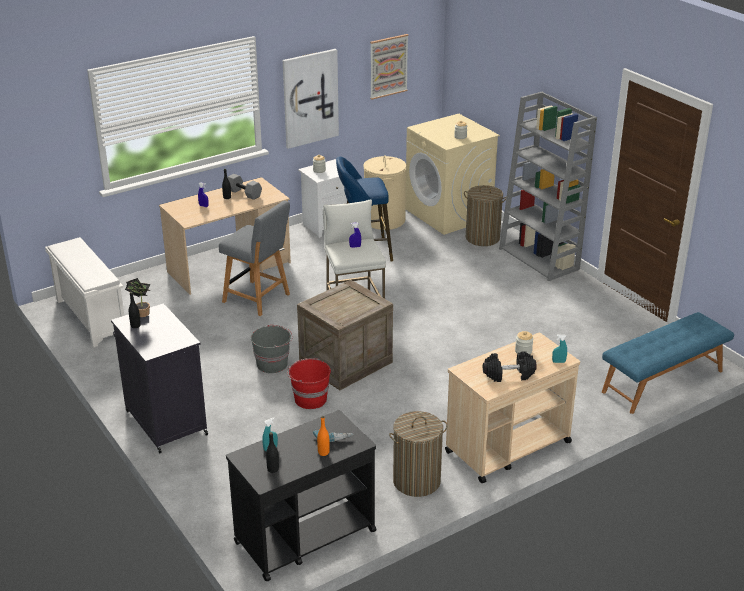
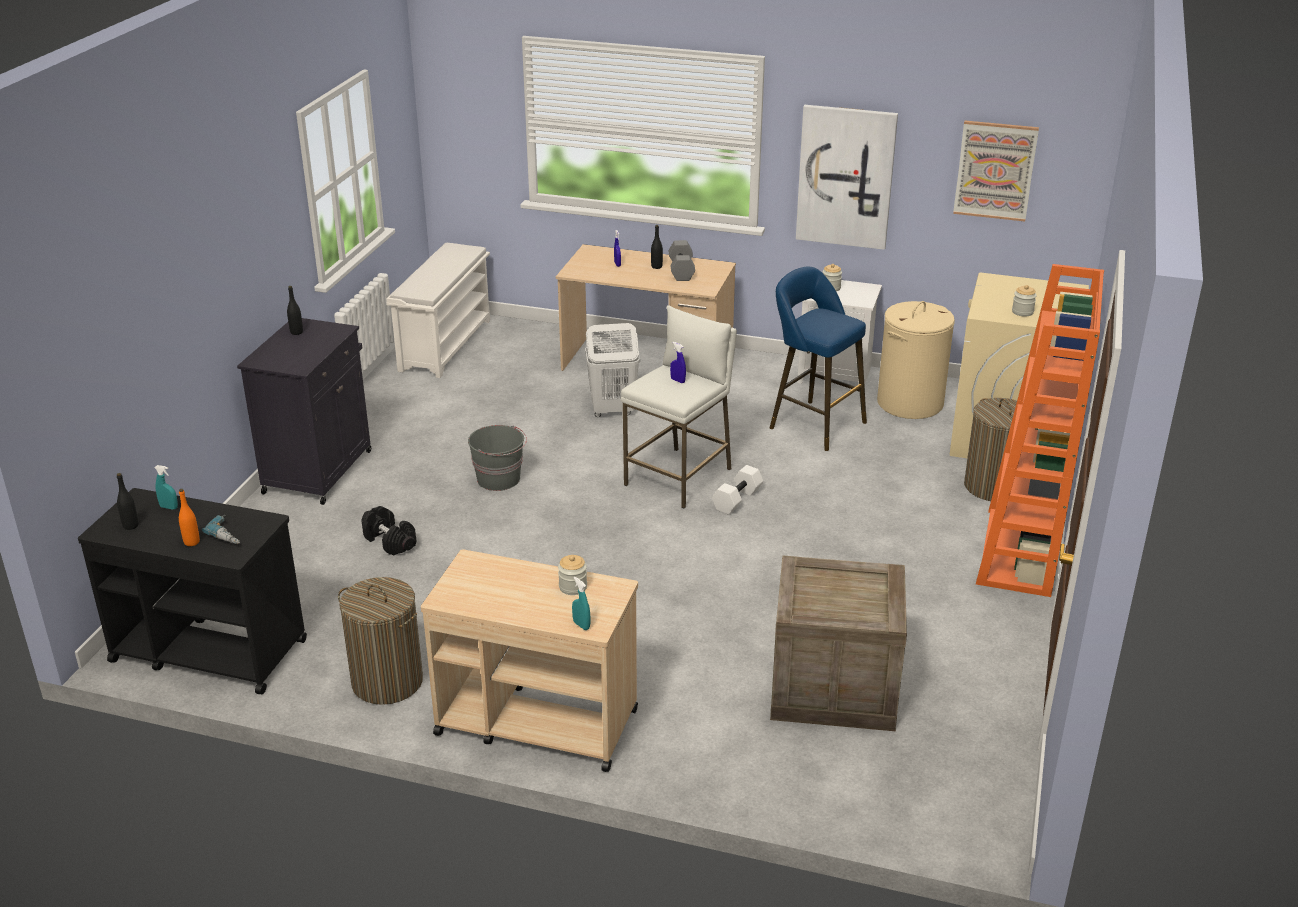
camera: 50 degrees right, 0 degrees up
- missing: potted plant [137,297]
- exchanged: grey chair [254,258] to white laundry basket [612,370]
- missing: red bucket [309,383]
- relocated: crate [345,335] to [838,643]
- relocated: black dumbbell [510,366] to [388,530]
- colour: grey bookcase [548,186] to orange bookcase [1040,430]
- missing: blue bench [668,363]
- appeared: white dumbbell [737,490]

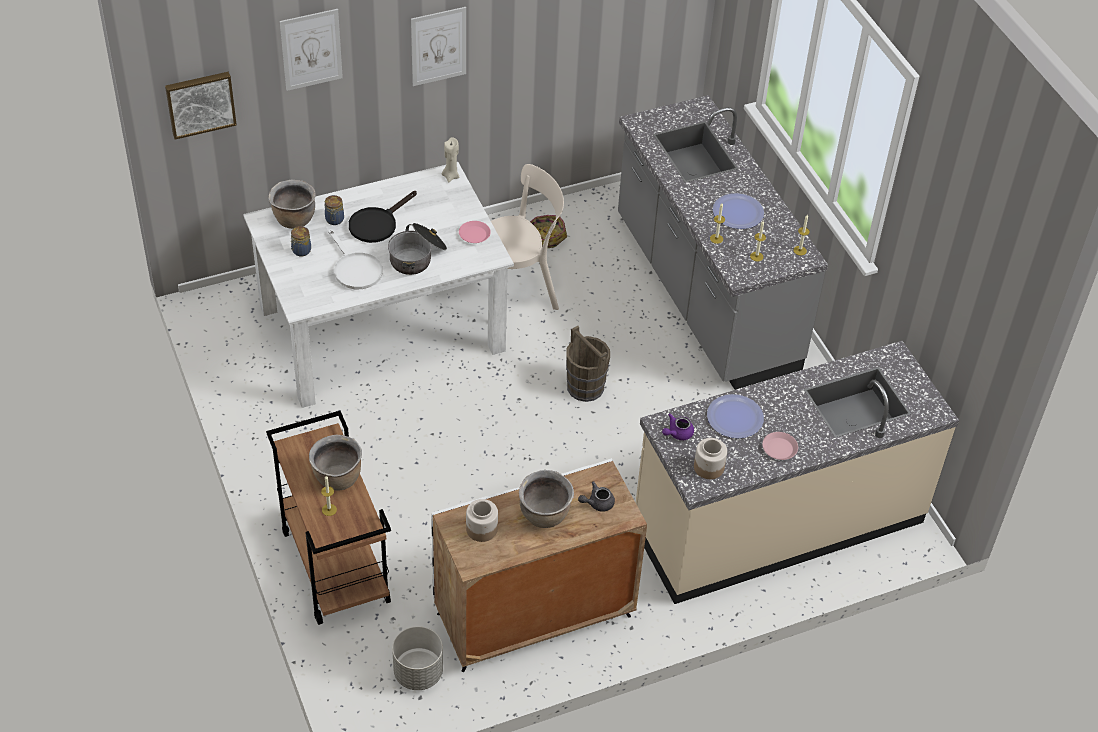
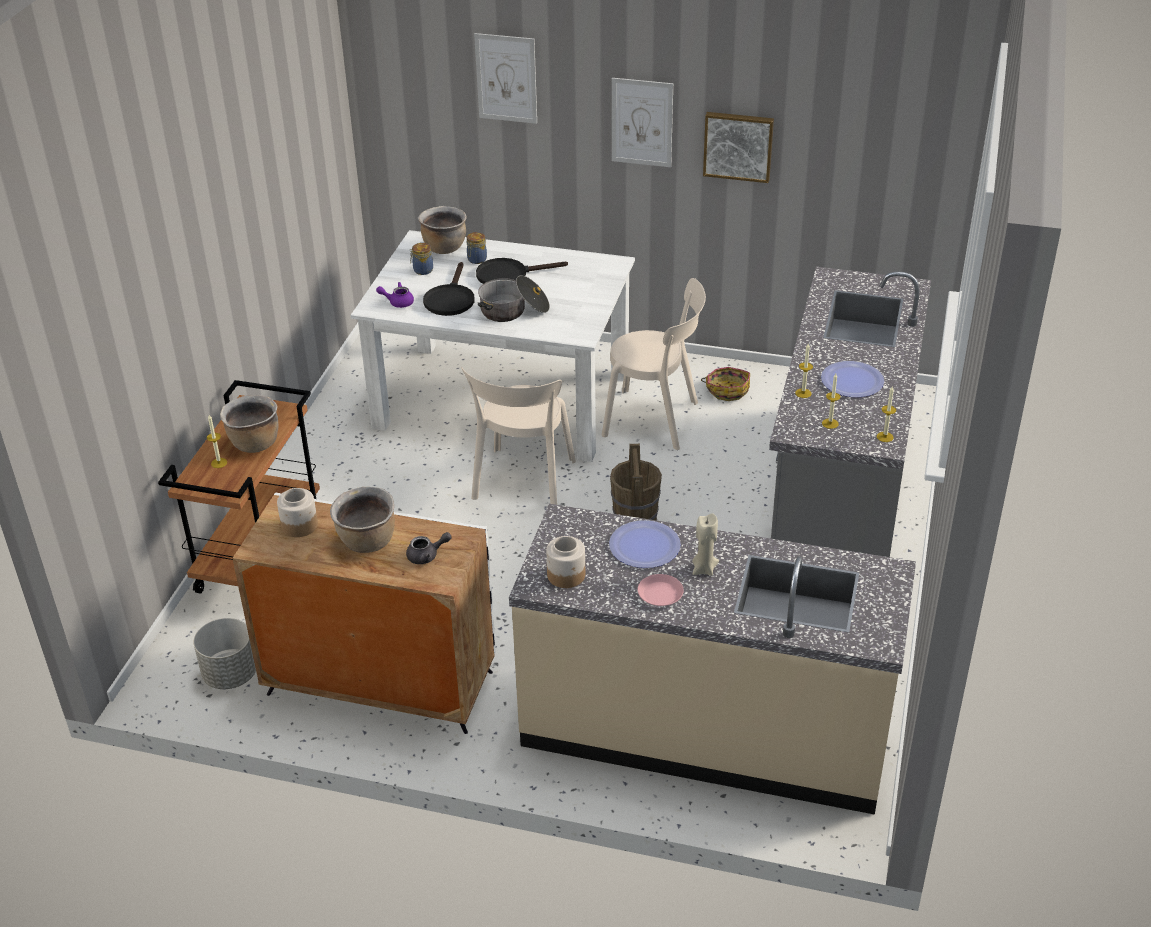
camera: 40 degrees right, 10 degrees down
- relocated: picture [201,106] to [738,147]
- colour: white frying pan [355,259] to black frying pan [448,289]
- relocated: beige candle [451,159] to [705,544]
- missing: pink plate [475,232]
- spun: grey teapot [596,496] = [429,548] 150 degrees clockwise
- relocated: purple teapot [678,426] to [395,295]
- appeared: beige chair [518,436]

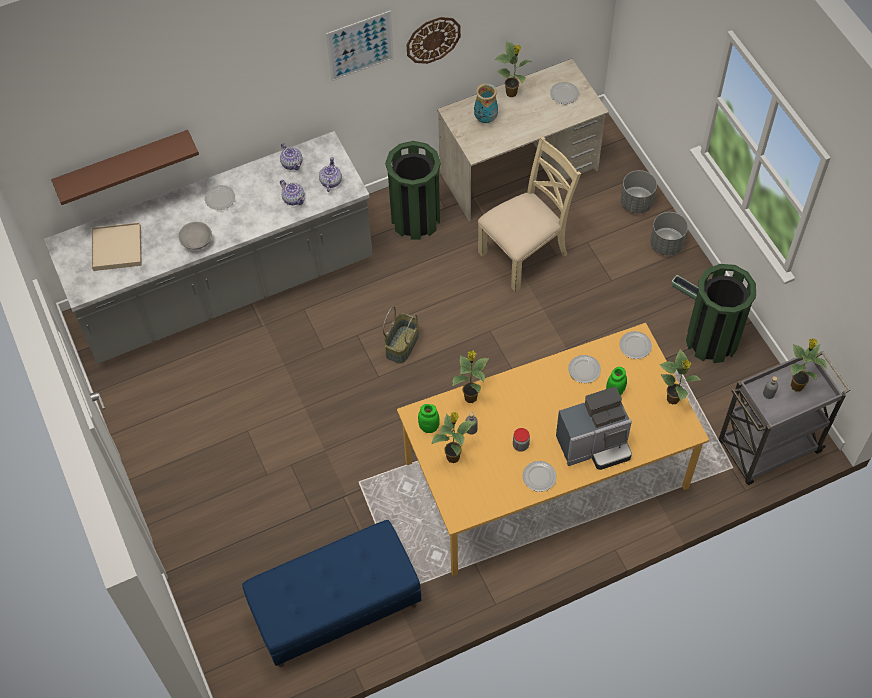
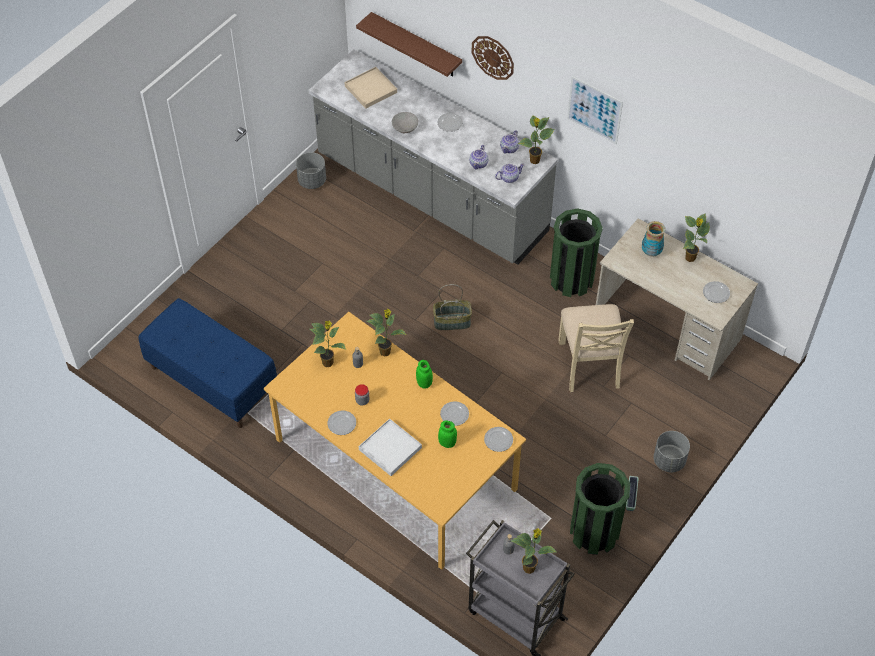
camera: 60 degrees right, 5 degrees down
- relocated: wall clock [434,40] to [493,58]
- relocated: green jar [429,418] to [424,374]
- spun: beige chair [529,214] = [596,348] 60 degrees clockwise
- exchanged: coffee machine [594,428] to white tray [390,447]
- relocated: grey planter [639,192] to [311,170]
- relocated: potted plant [680,376] to [536,139]

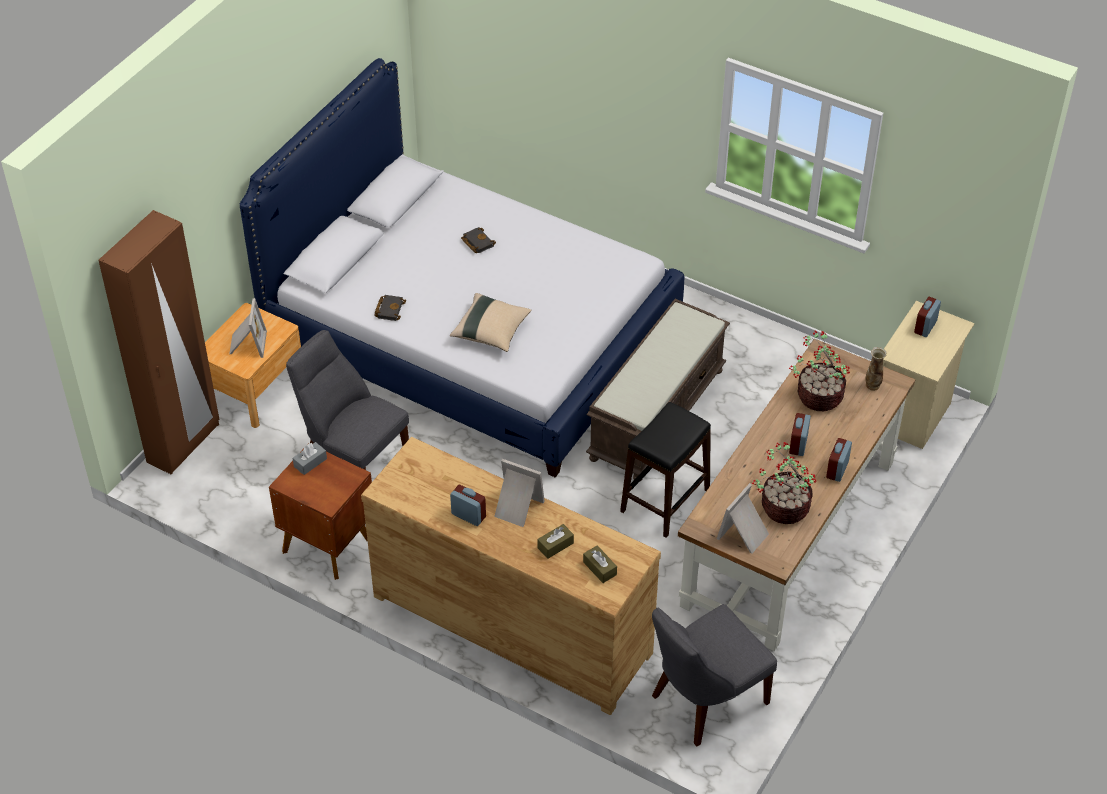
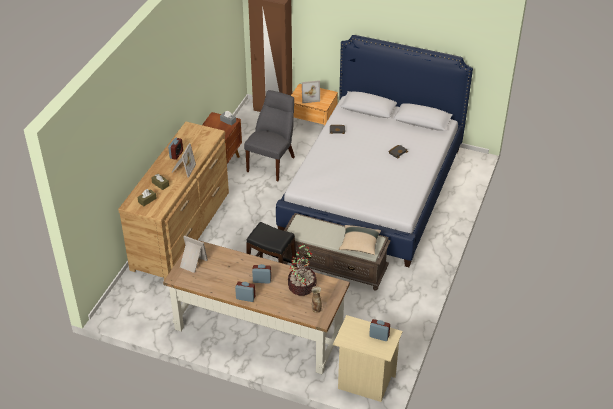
camera: 80 degrees right, 5 degrees down
- relocated: beige pillow [491,322] to [360,240]
- missing: grey chair [714,675]
- missing: potted plant [784,483]

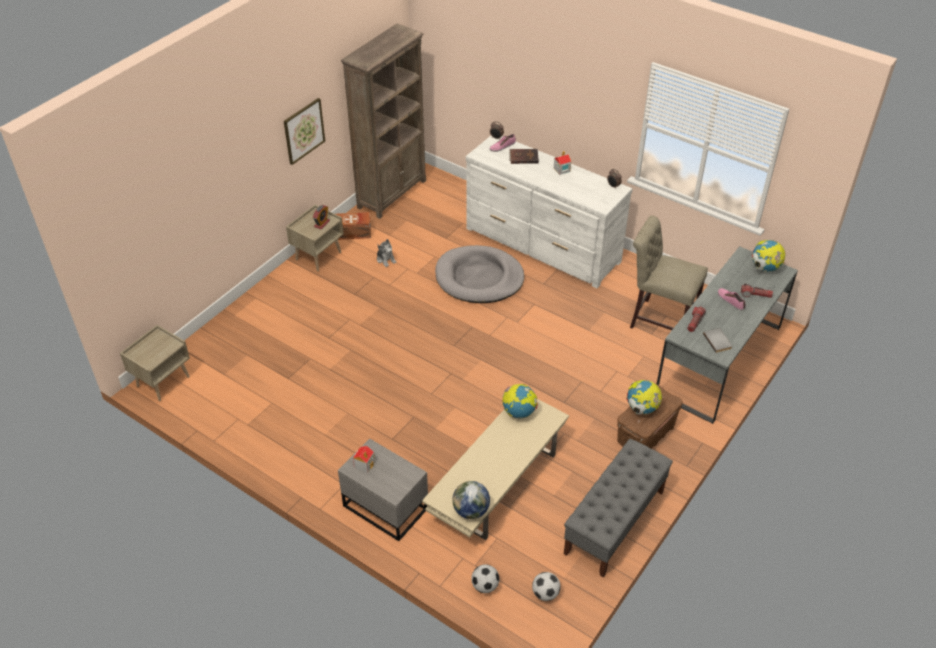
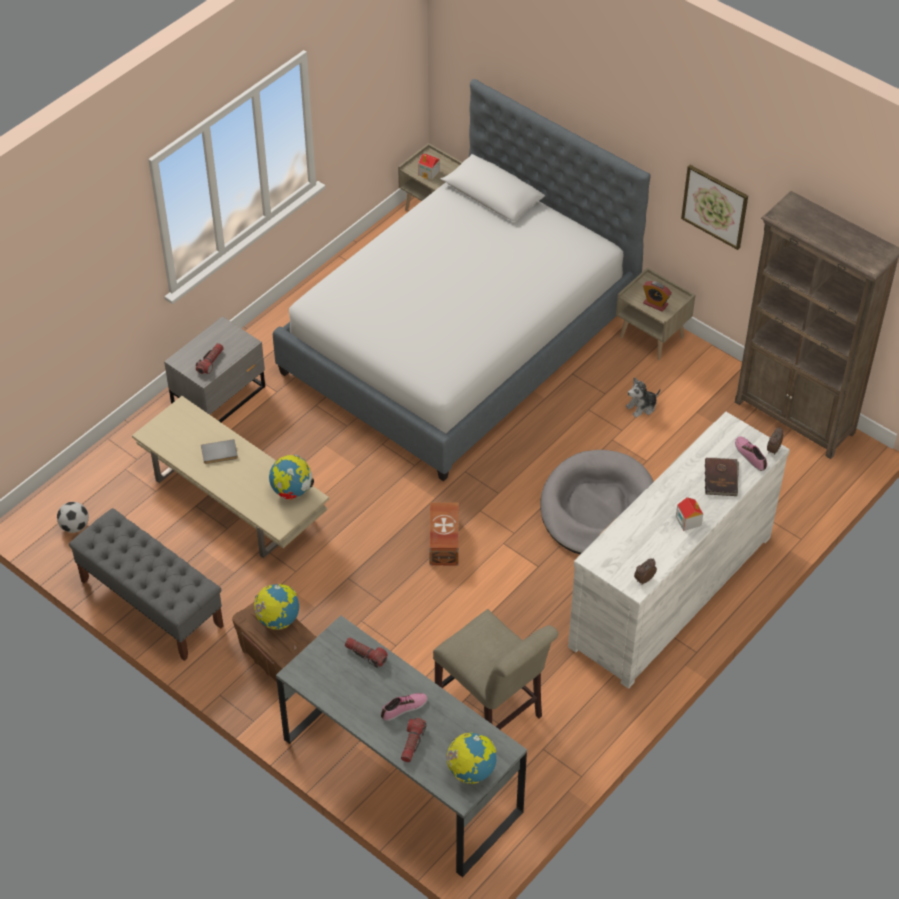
camera: 95 degrees right, 5 degrees up
- relocated: brown storage box [353,226] to [444,533]
- relocated: toy house [364,459] to [429,167]
- missing: globe [471,500]
- missing: football [485,578]
- spun: beige chair [669,272] = [495,669] 105 degrees clockwise
- relocated: grey book [717,340] to [219,451]
- appeared: flashlight [210,358]
- appeared: bed [462,280]

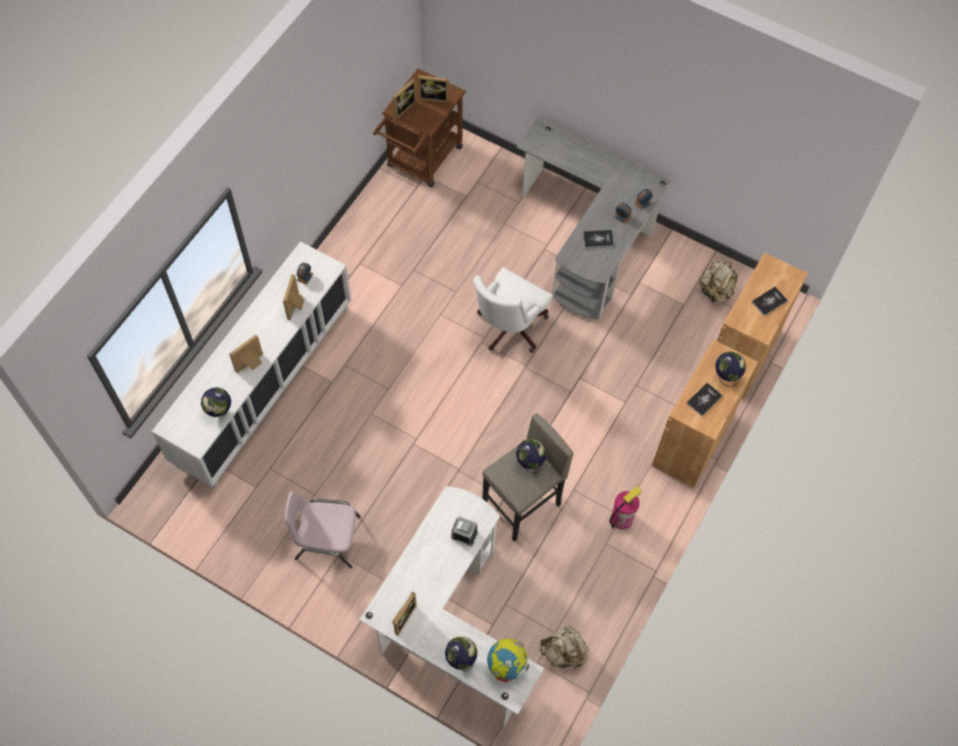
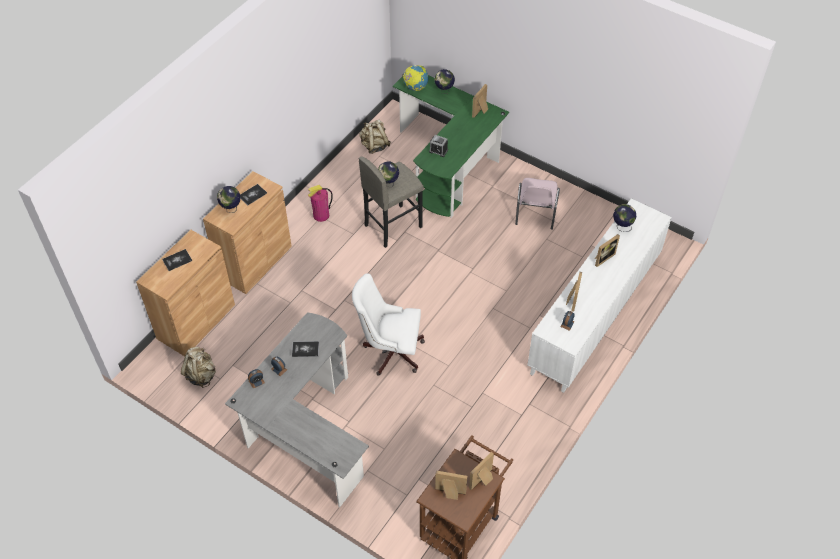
camera: 175 degrees left, 10 degrees down
- spun: pink chair [322,529] = [537,204] 90 degrees clockwise
- colour: white desk [451,607] to green desk [451,146]
- spun: white office chair [513,310] = [388,325] 120 degrees counterclockwise

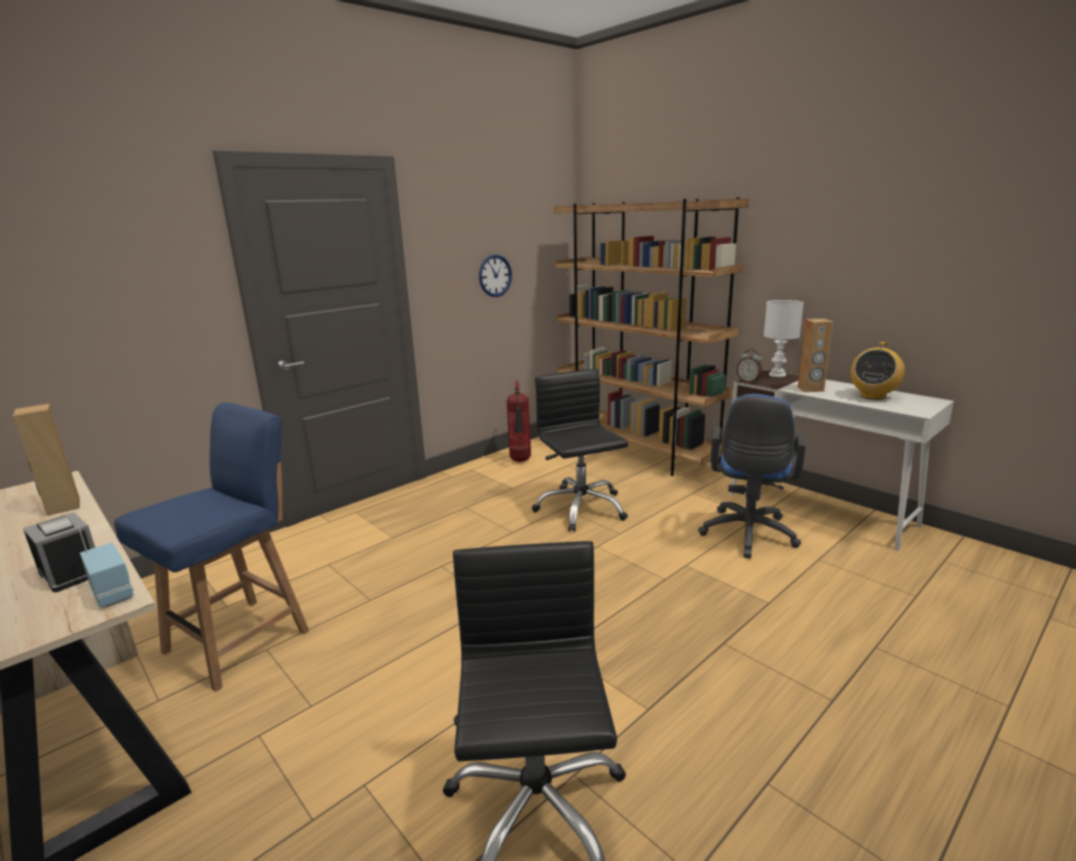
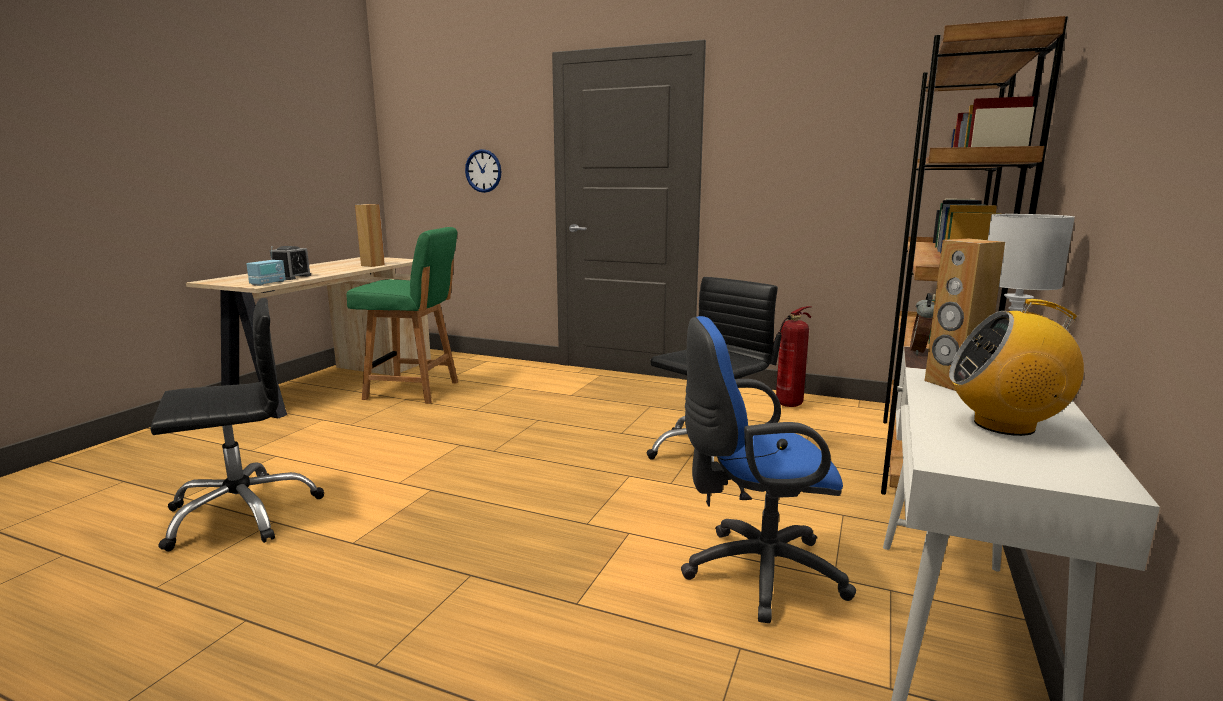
camera: 65 degrees right, 5 degrees down
- colour: blue chair [211,547] to green chair [402,315]
- relocated: wall clock [495,276] to [483,171]

